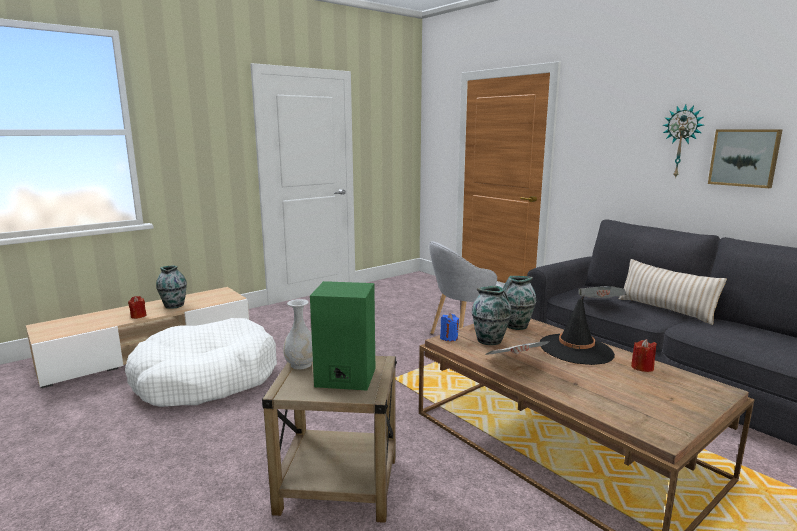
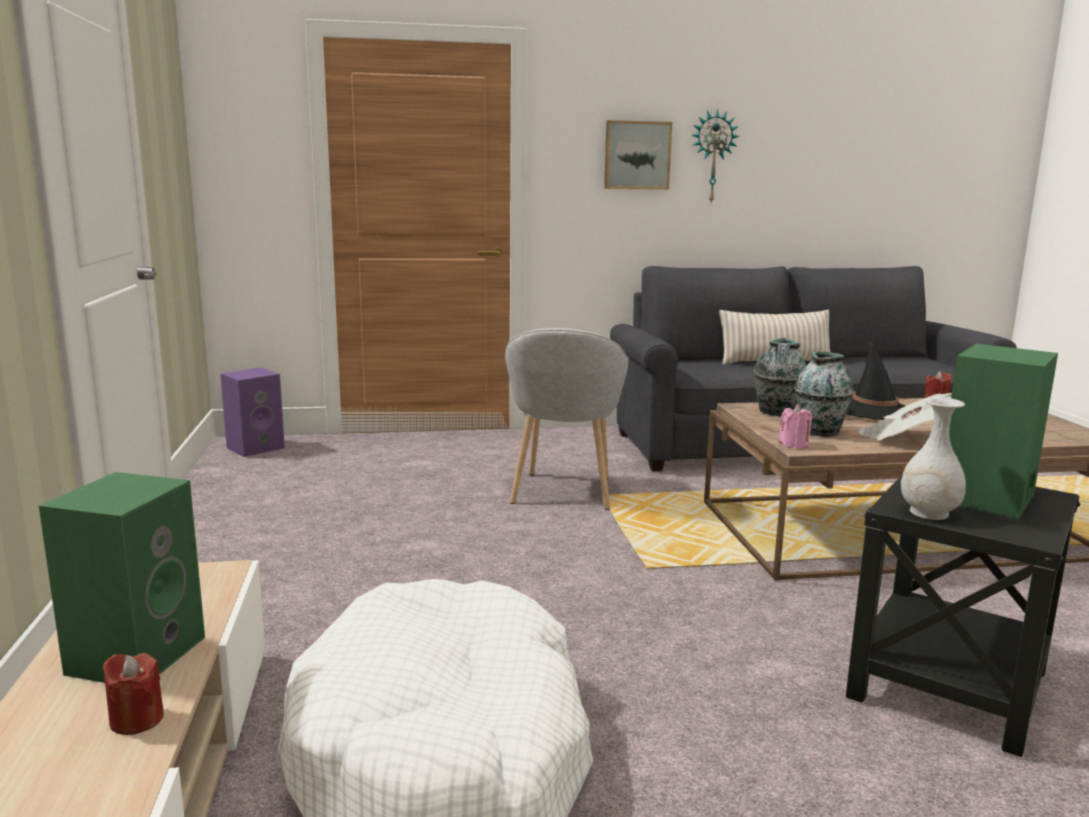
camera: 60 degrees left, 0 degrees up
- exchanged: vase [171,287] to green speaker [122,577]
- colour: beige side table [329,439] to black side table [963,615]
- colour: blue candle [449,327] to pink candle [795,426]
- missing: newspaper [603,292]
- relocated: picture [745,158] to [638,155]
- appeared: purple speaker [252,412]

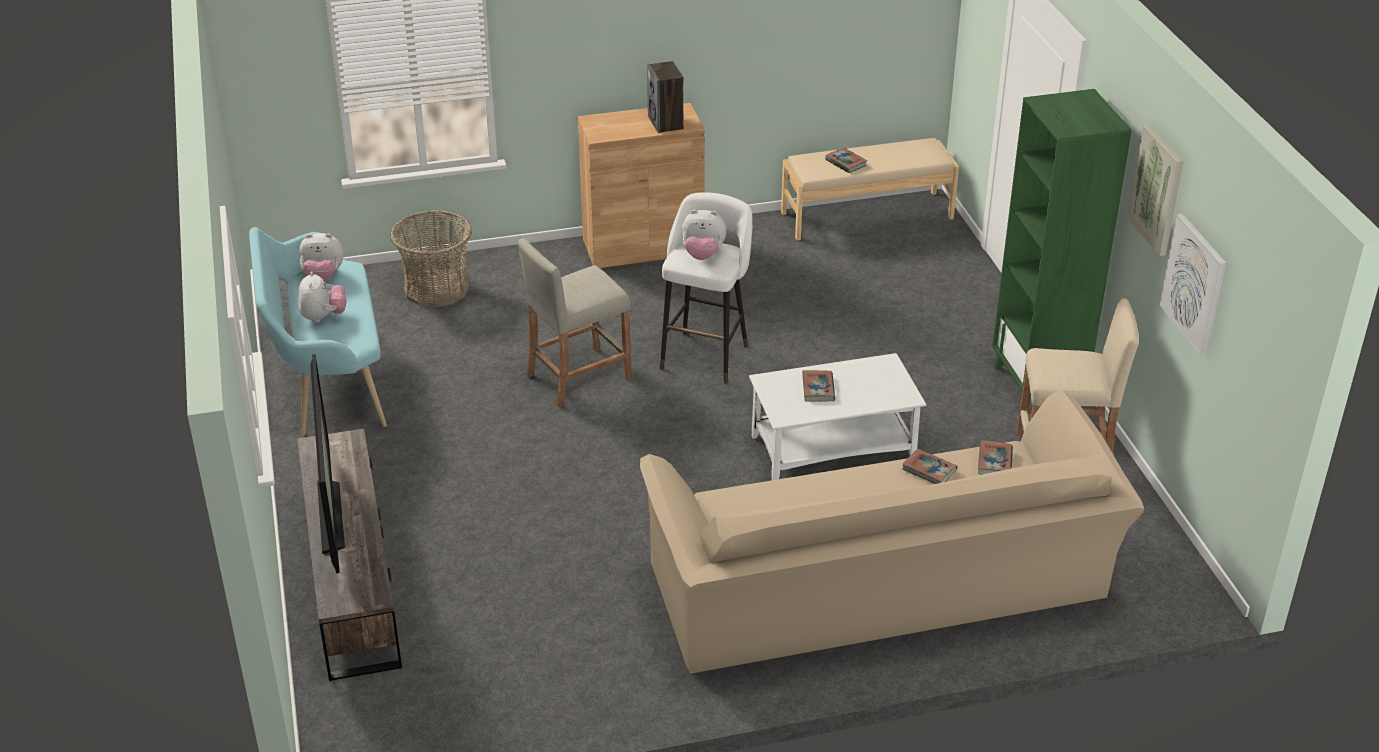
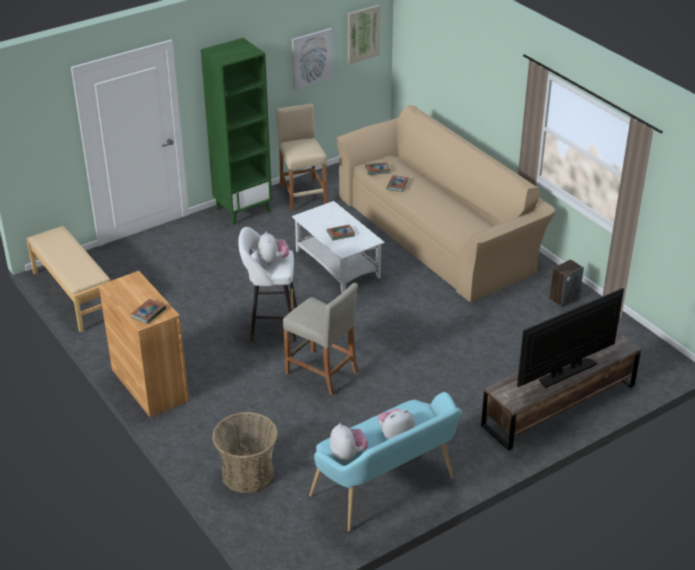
camera: 110 degrees left, 0 degrees up
- relocated: speaker [665,97] to [566,283]
- relocated: book [846,160] to [148,311]
- relocated: picture [1156,190] to [364,34]

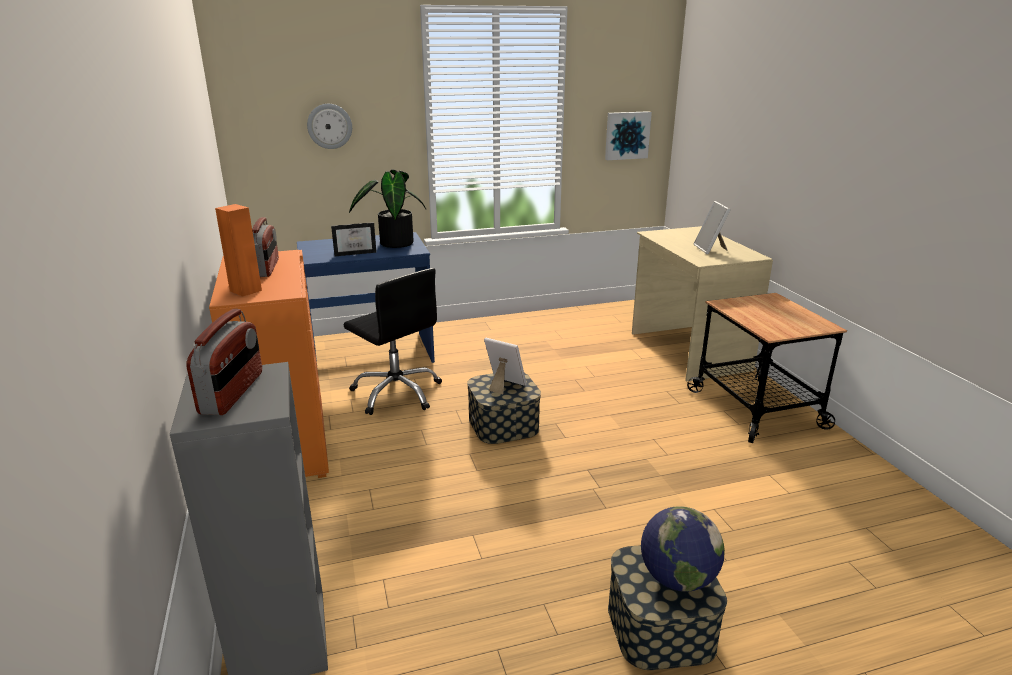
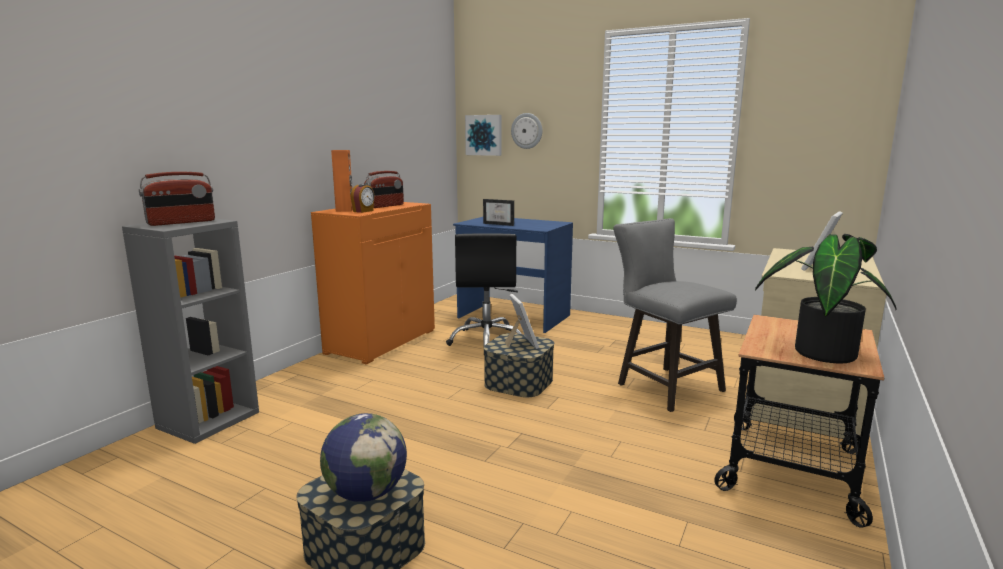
camera: 45 degrees right, 10 degrees down
- relocated: potted plant [387,208] to [826,298]
- relocated: picture [628,135] to [483,135]
- appeared: alarm clock [363,198]
- appeared: grey stool [675,315]

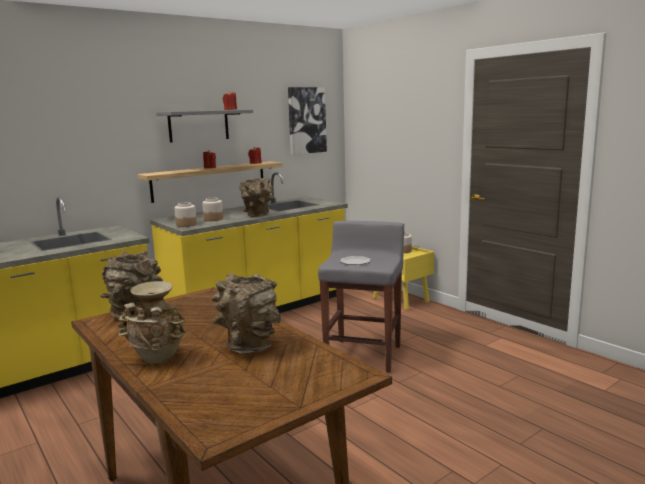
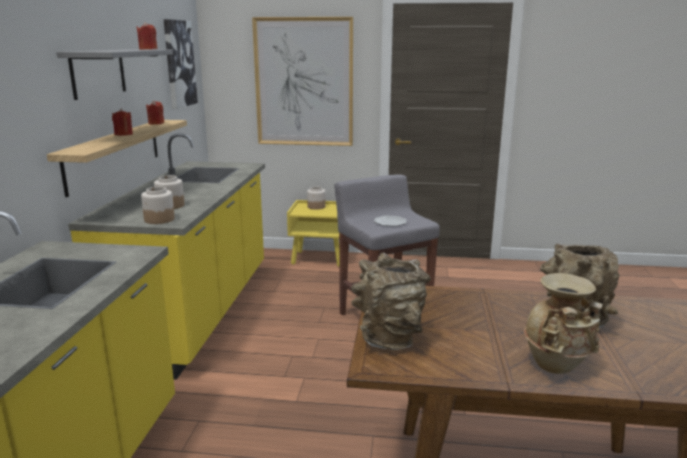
camera: 45 degrees left, 5 degrees up
- missing: brown vase [256,197]
- appeared: picture [302,81]

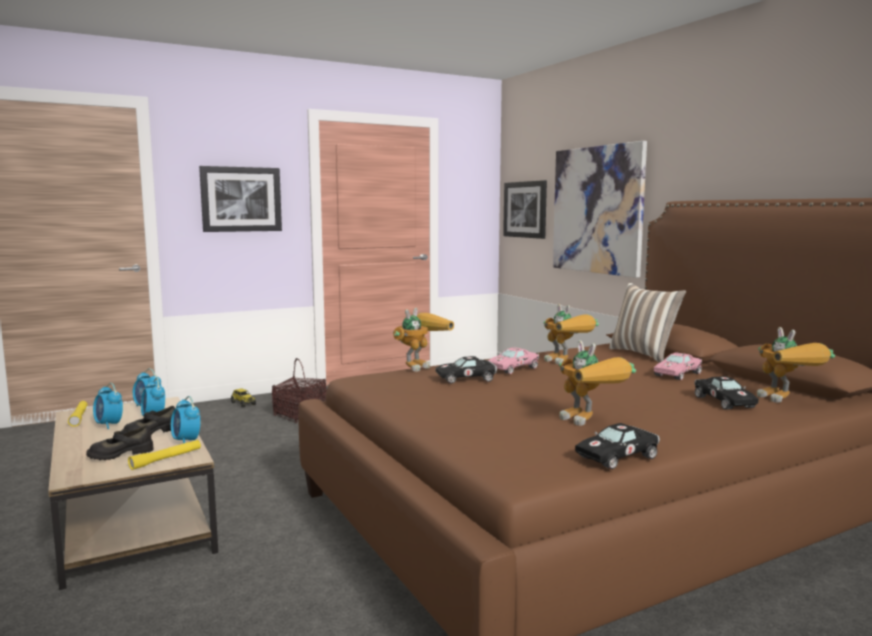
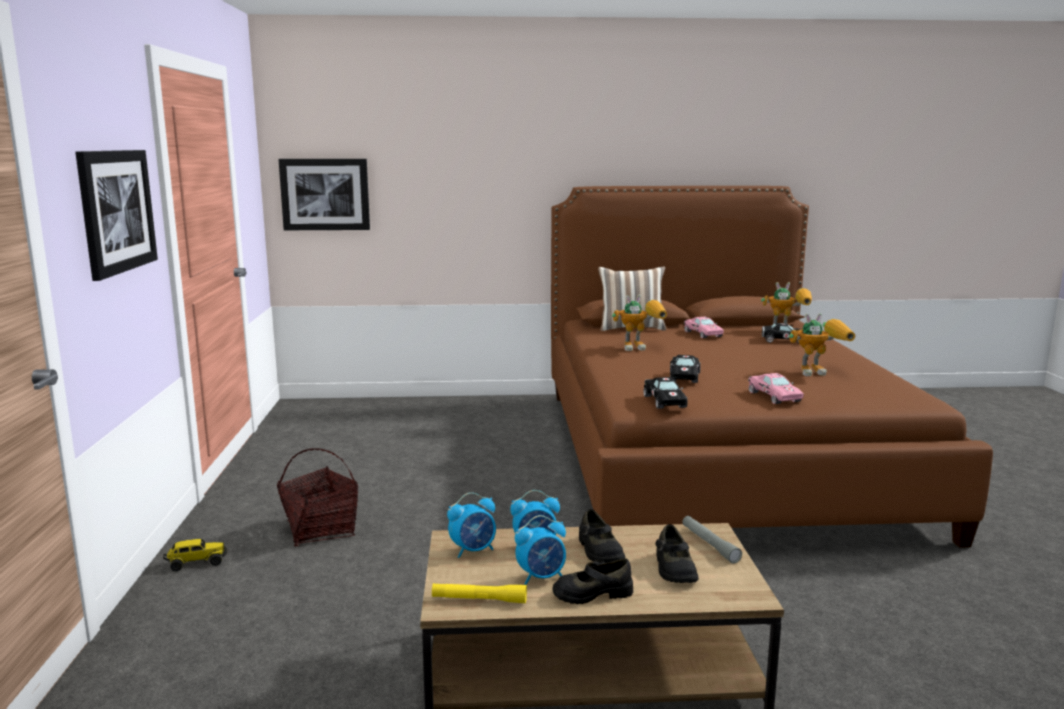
camera: 65 degrees left, 5 degrees up
- colour: yellow flashlight [164,455] to grey flashlight [712,539]
- missing: alarm clock [185,419]
- missing: toy robot [423,340]
- relocated: pink toy car [513,360] to [776,388]
- missing: picture [600,209]
- relocated: black toy car [617,446] to [665,393]
- appeared: black shoe [592,581]

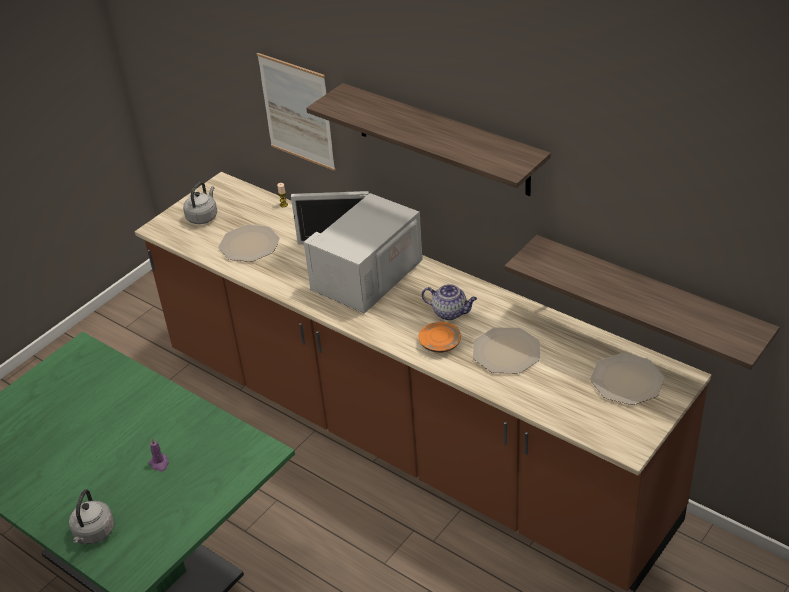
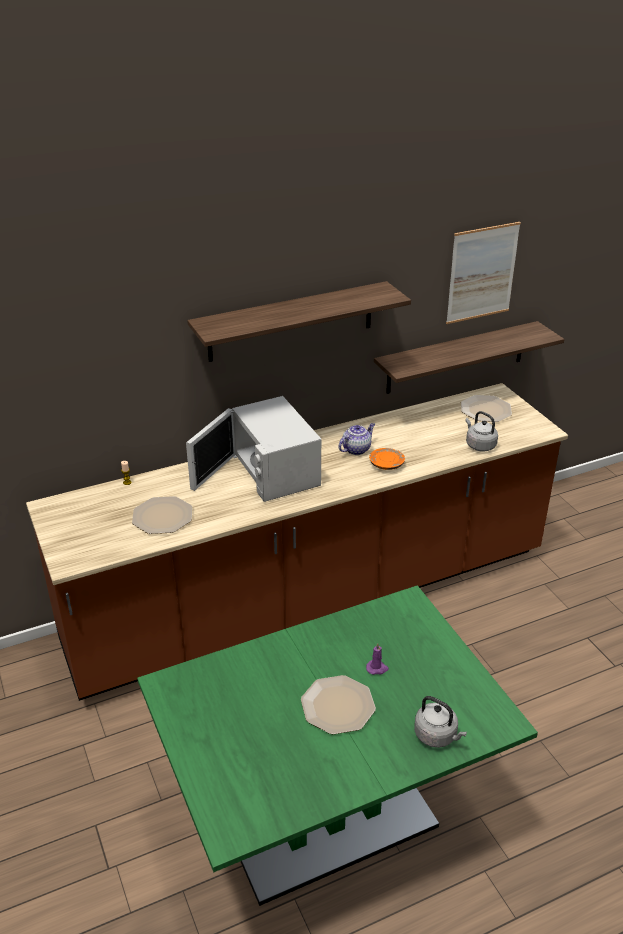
camera: 65 degrees left, 5 degrees down
- relocated: grey kettle [200,203] to [481,431]
- relocated: picture [296,112] to [483,273]
- relocated: plate [506,350] to [338,705]

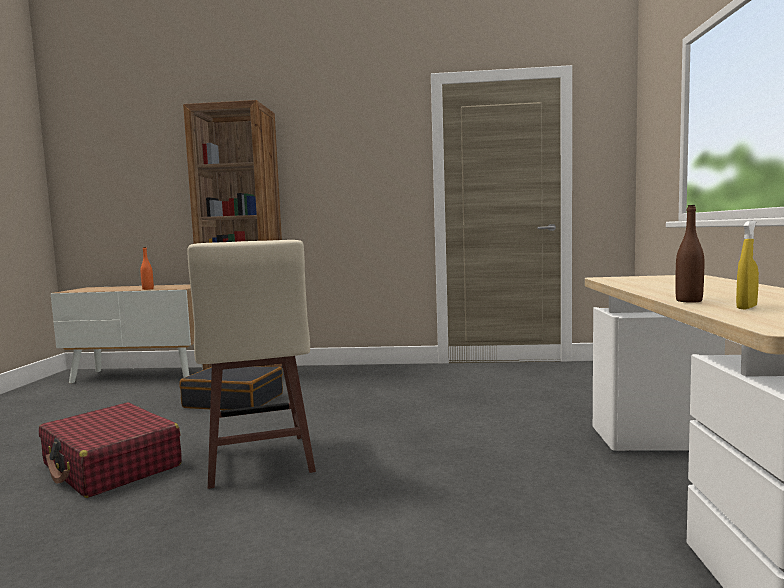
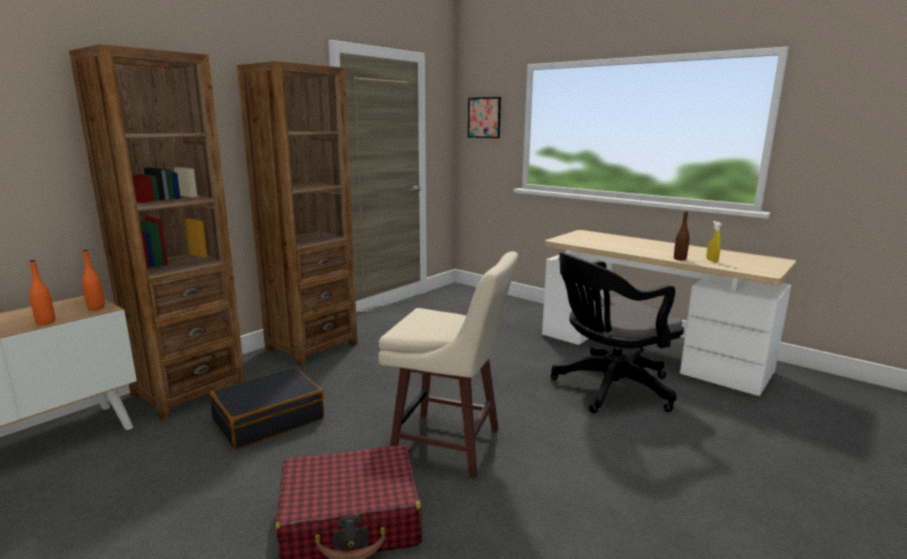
camera: 55 degrees left, 10 degrees up
- appeared: orange bottle [93,280]
- appeared: brown bookcase [297,213]
- appeared: picture [484,117]
- appeared: black office chair [617,332]

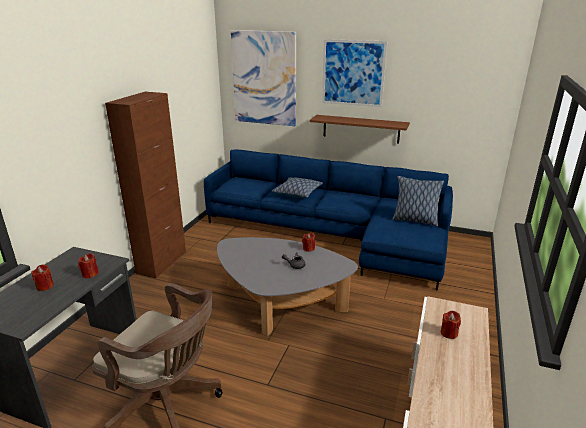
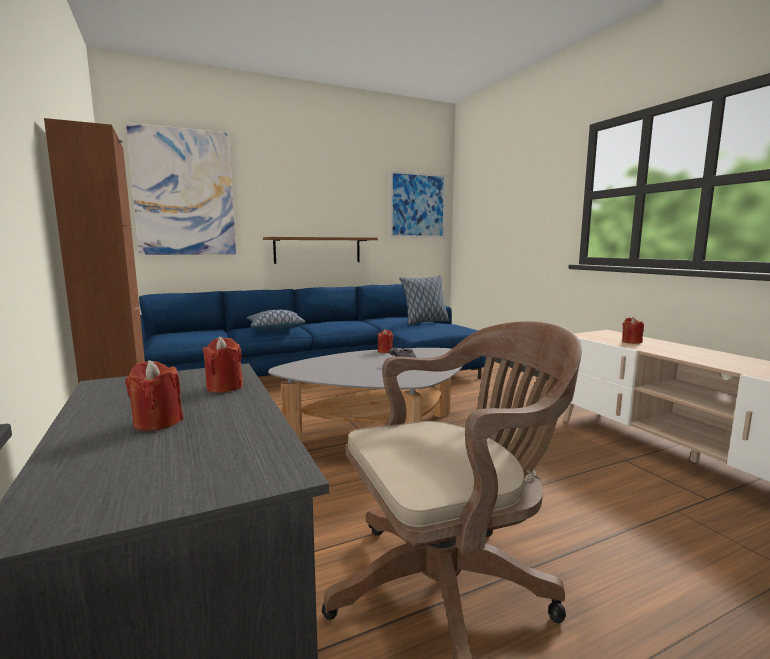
camera: 45 degrees left, 15 degrees down
- relocated: picture [354,73] to [418,204]

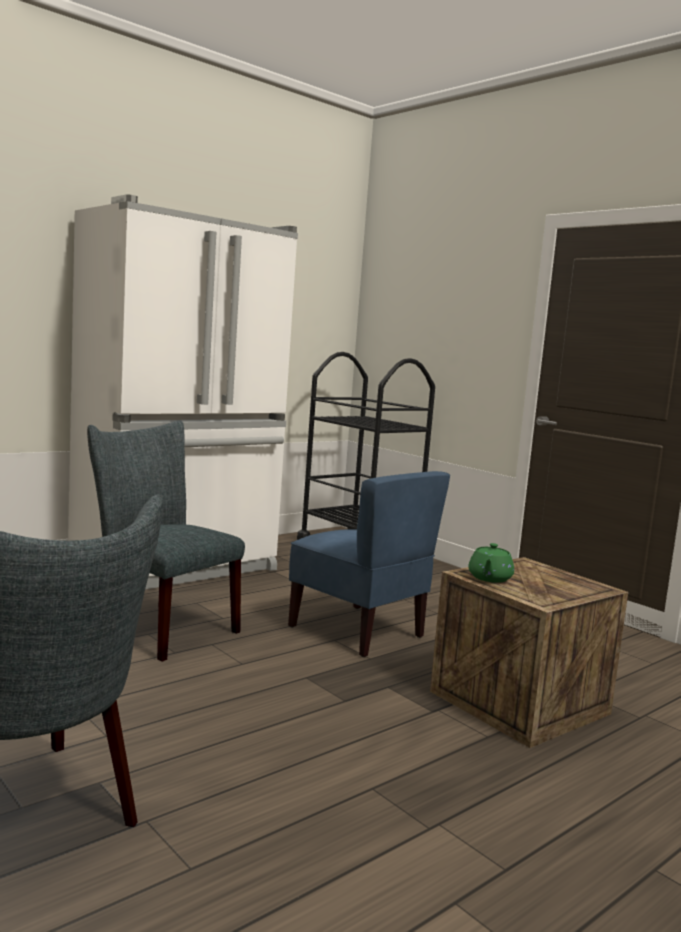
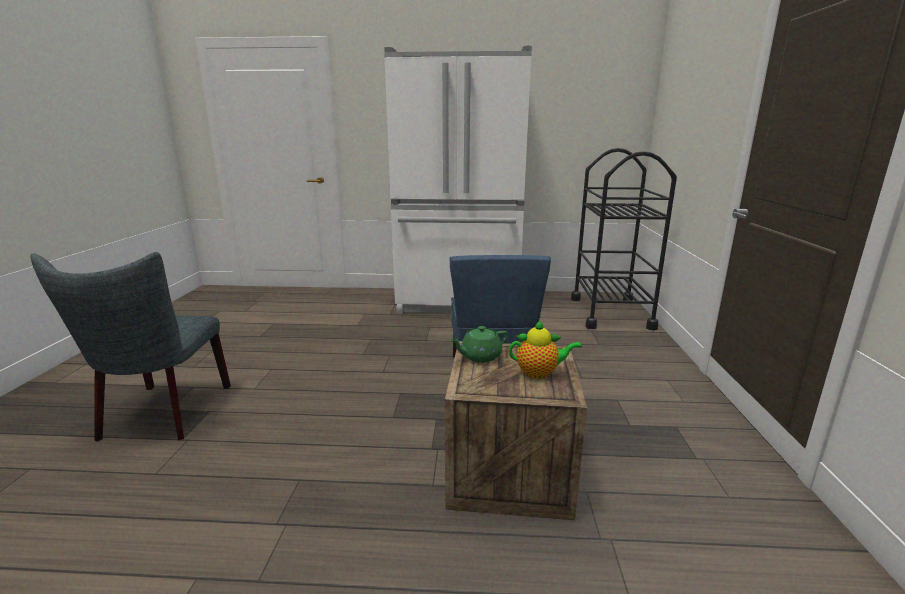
camera: 45 degrees right, 10 degrees up
- missing: grey chair [166,541]
- appeared: teapot [545,349]

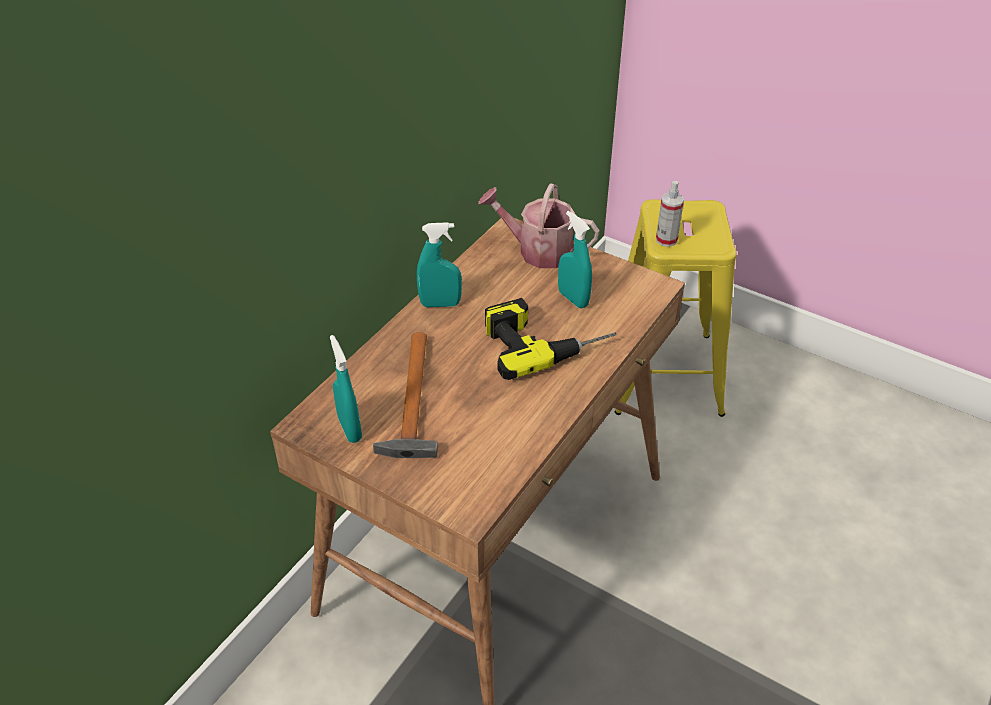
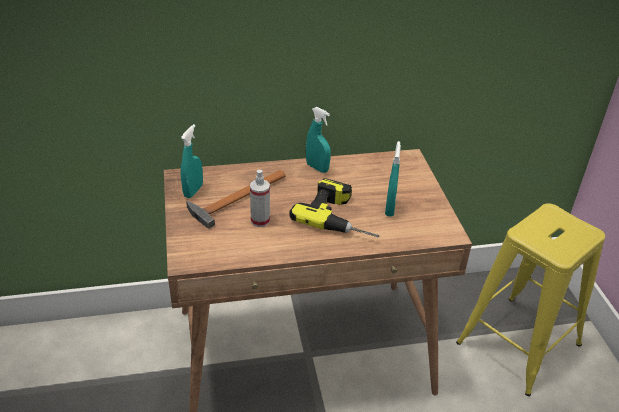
camera: 45 degrees right, 5 degrees down
- missing: watering can [538,225]
- relocated: spray bottle [670,214] to [260,198]

